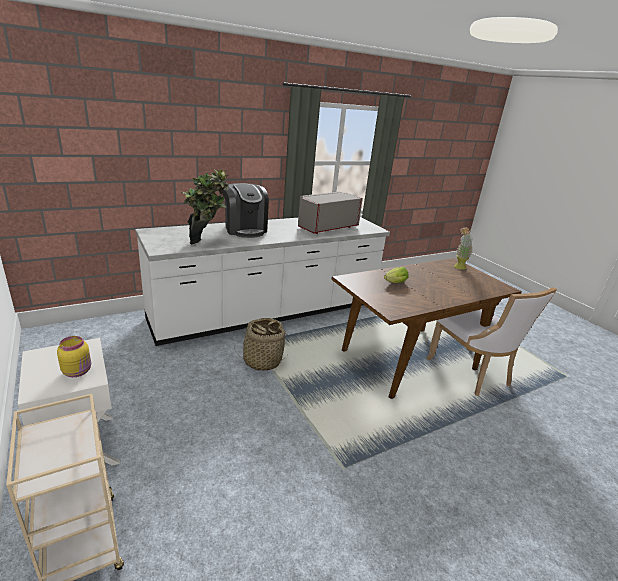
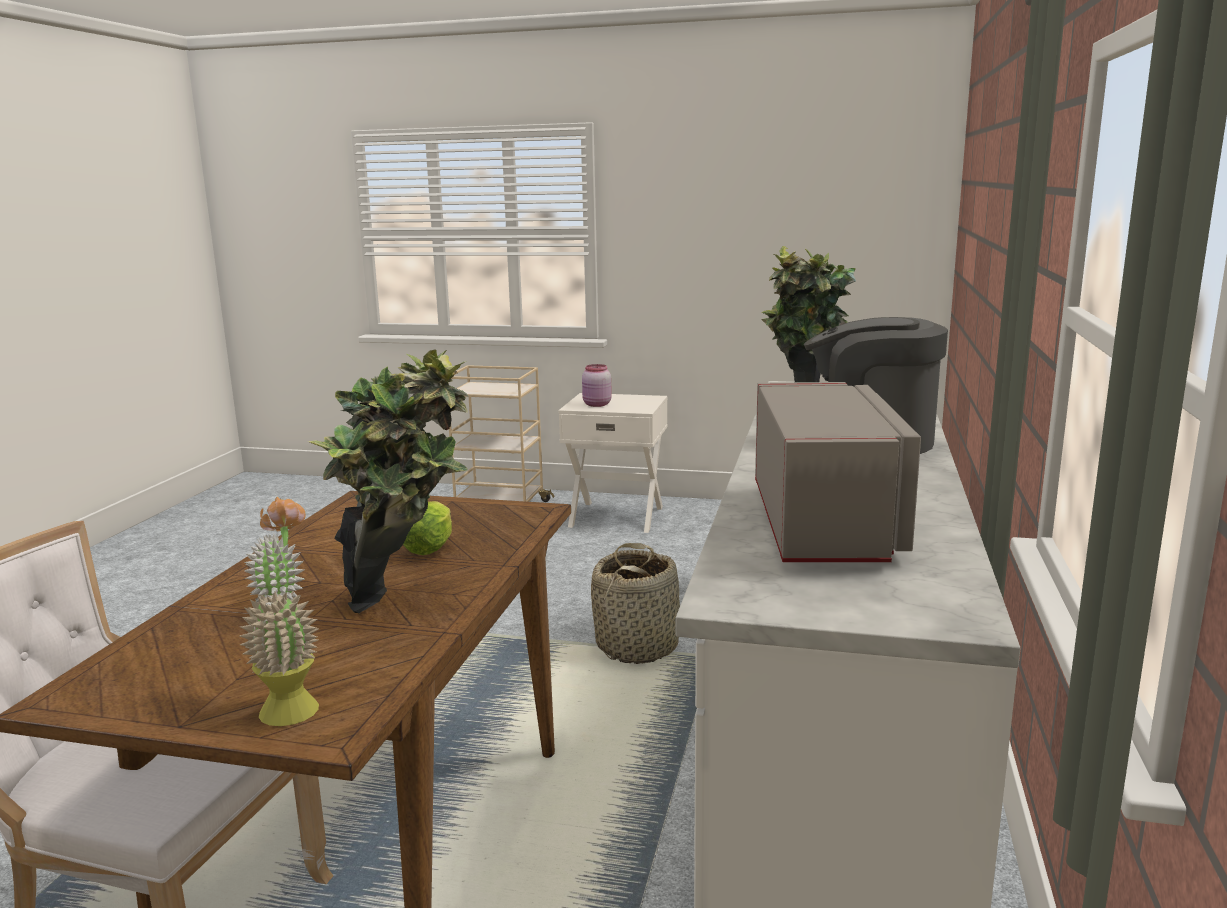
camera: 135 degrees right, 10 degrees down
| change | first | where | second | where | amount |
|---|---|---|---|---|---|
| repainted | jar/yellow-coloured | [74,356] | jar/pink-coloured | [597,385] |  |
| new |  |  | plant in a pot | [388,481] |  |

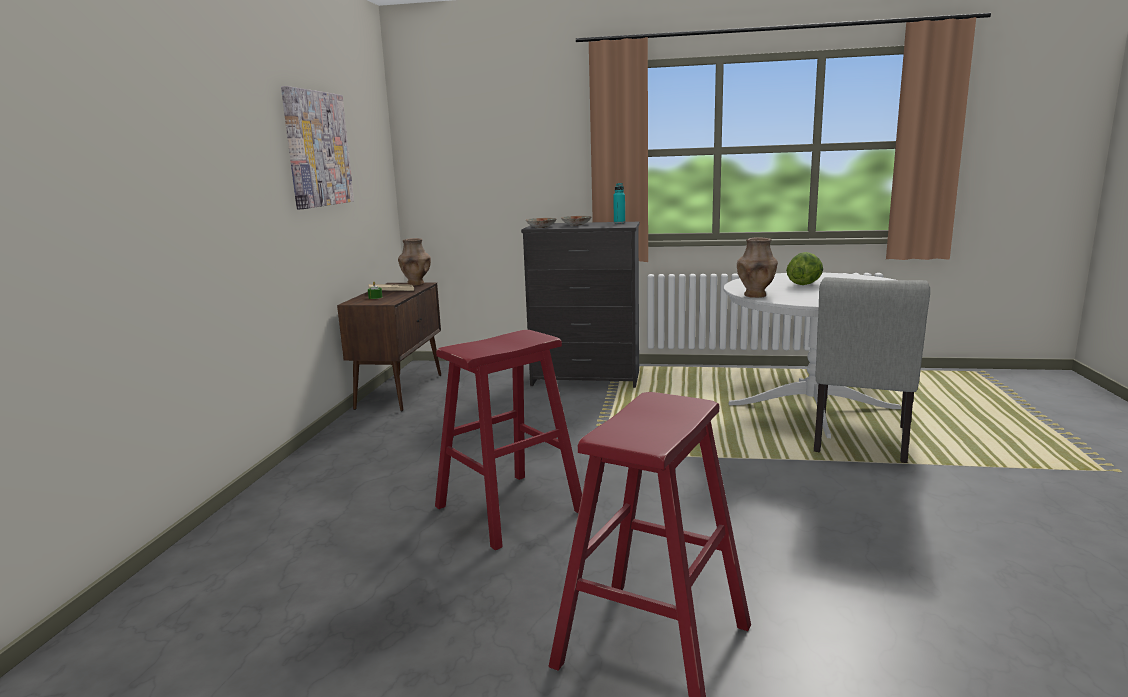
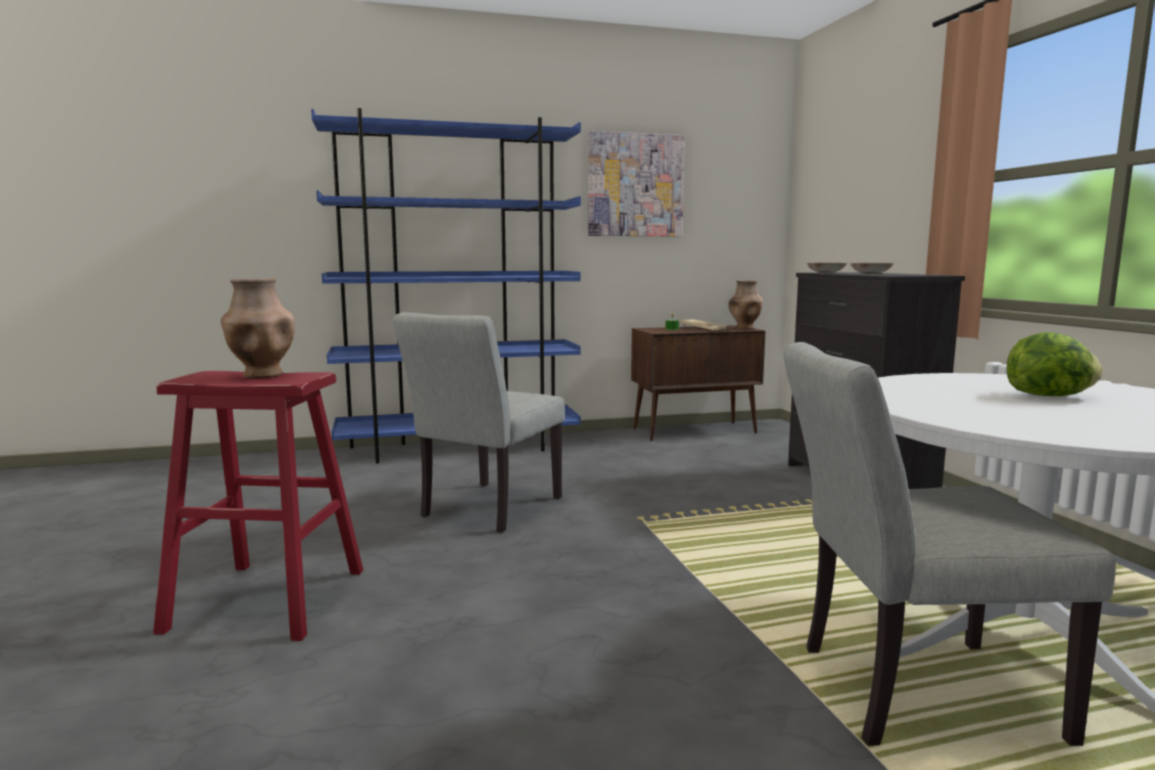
camera: 65 degrees right, 5 degrees down
| change | first | where | second | where | amount |
|---|---|---|---|---|---|
| gone | bottle/turquoise-coloured | [619,203] |  |  |  |
| shifted | vase/brown | [757,267] |  | [258,328] |  |
| swapped | stool seat/red | [508,440] | chair/grey | [479,422] |  |
| new |  |  | bookshelf/blue | [446,285] |  |

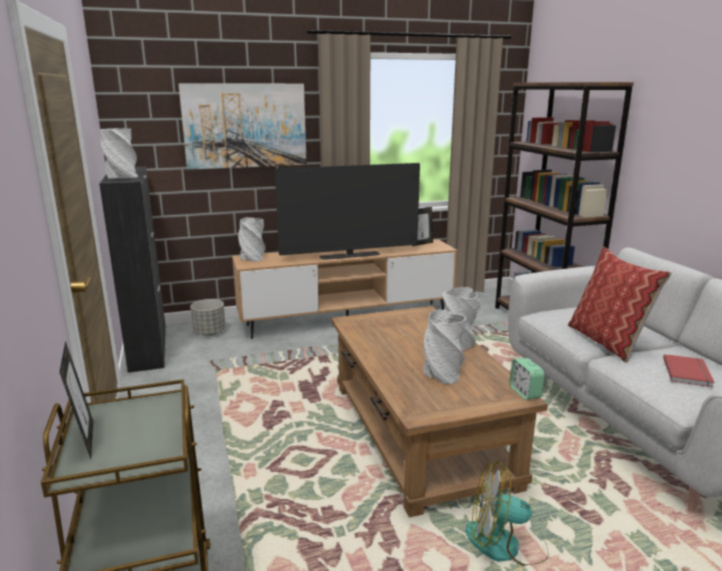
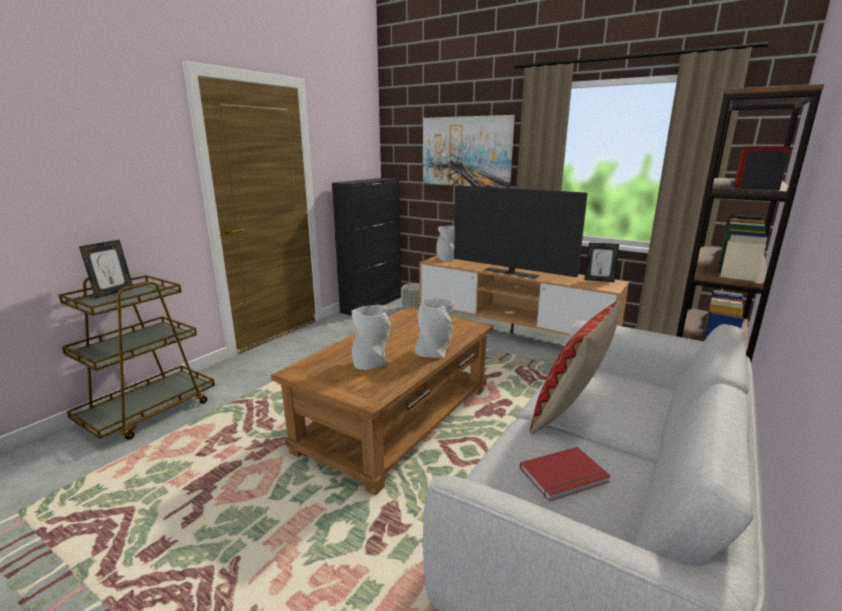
camera: 50 degrees right, 0 degrees up
| change | first | where | second | where | amount |
|---|---|---|---|---|---|
| gone | vase/grey | [119,153] |  |  |  |
| gone | alarm clock | [527,379] |  |  |  |
| gone | cooling fan | [507,513] |  |  |  |

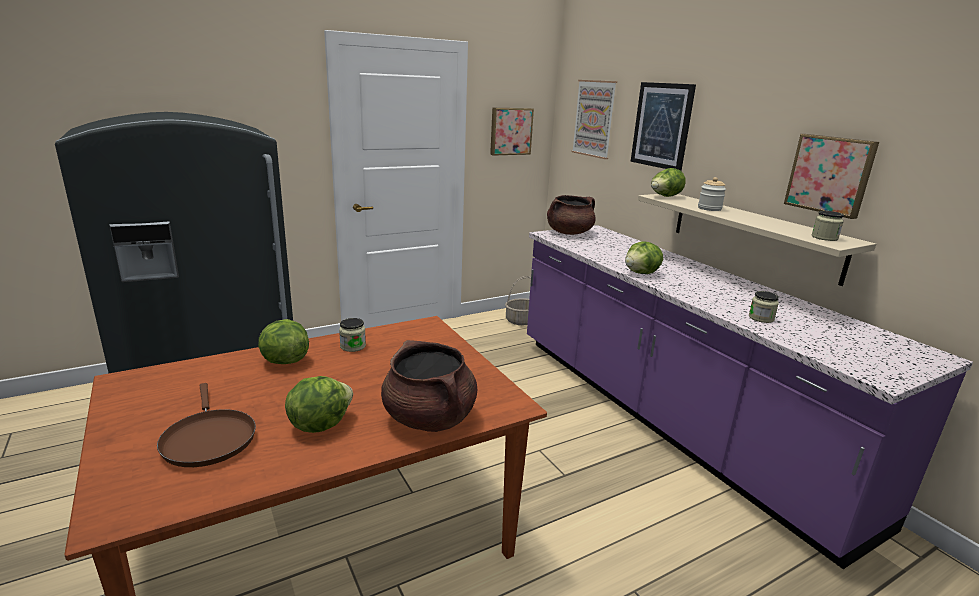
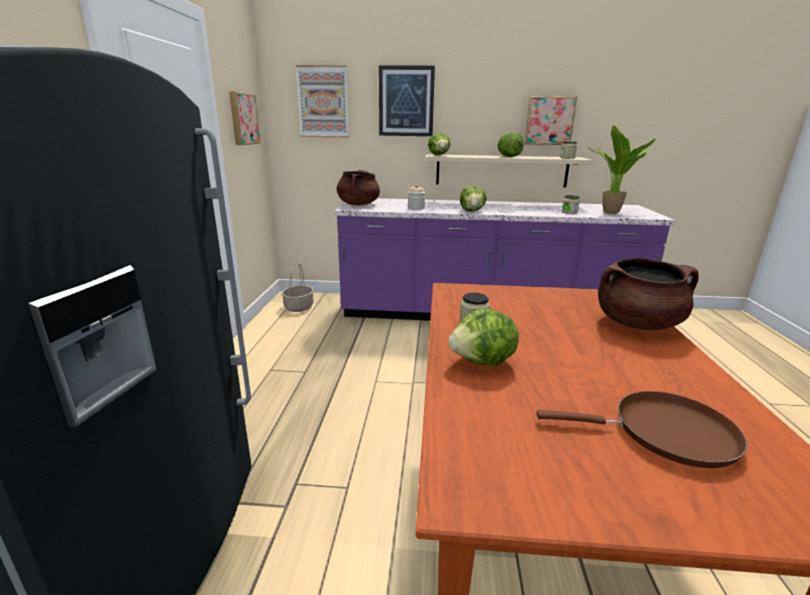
camera: 55 degrees left, 0 degrees up
| change | first | where | second | where | amount |
|---|---|---|---|---|---|
| shifted | jar | [712,194] |  | [416,197] |  |
| shifted | head of lettuce | [319,404] |  | [511,144] |  |
| new |  |  | plant in a pot | [620,169] |  |

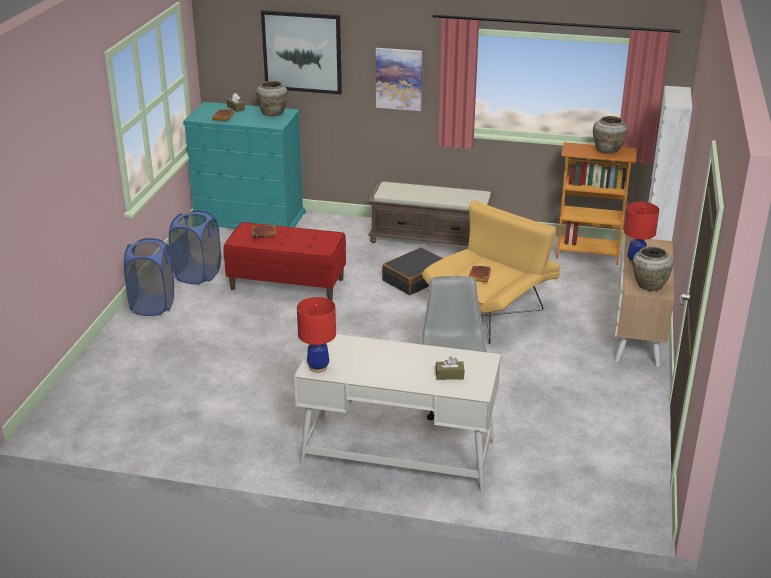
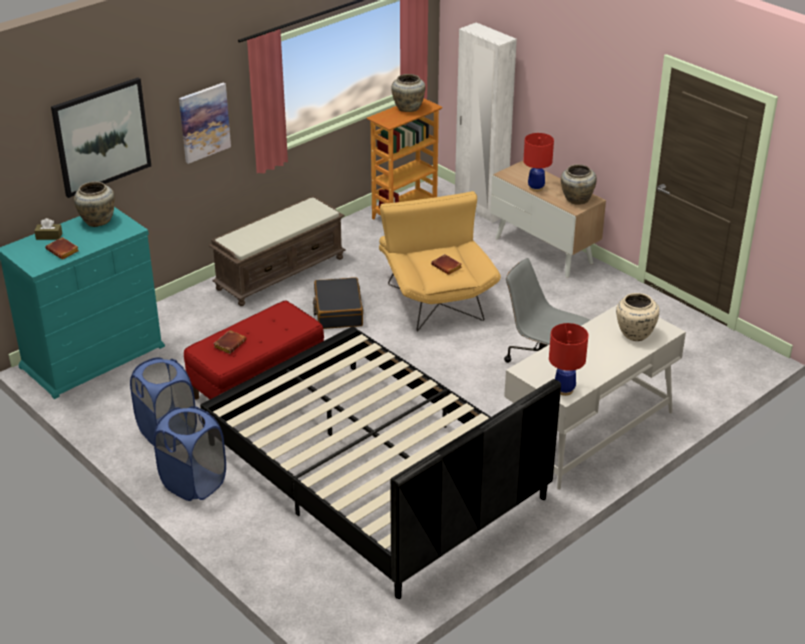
camera: 55 degrees left, 5 degrees up
| change | first | where | second | where | amount |
|---|---|---|---|---|---|
| swapped | tissue holder/brown | [449,368] | vase/beige-coloured | [637,317] |  |
| new |  |  | sleeping bed/black | [380,462] |  |

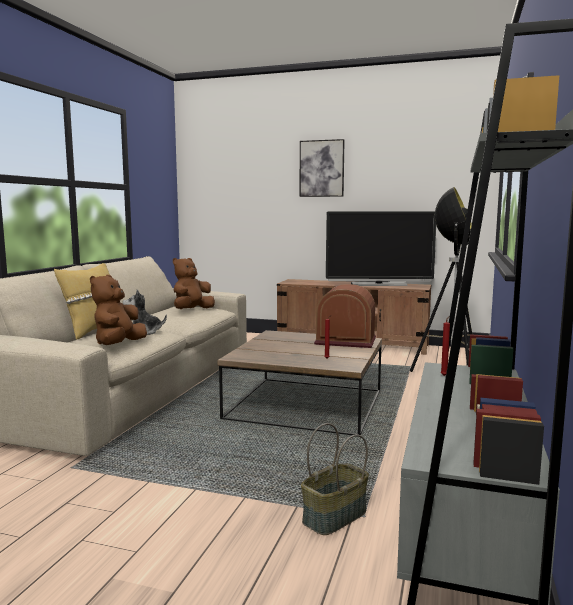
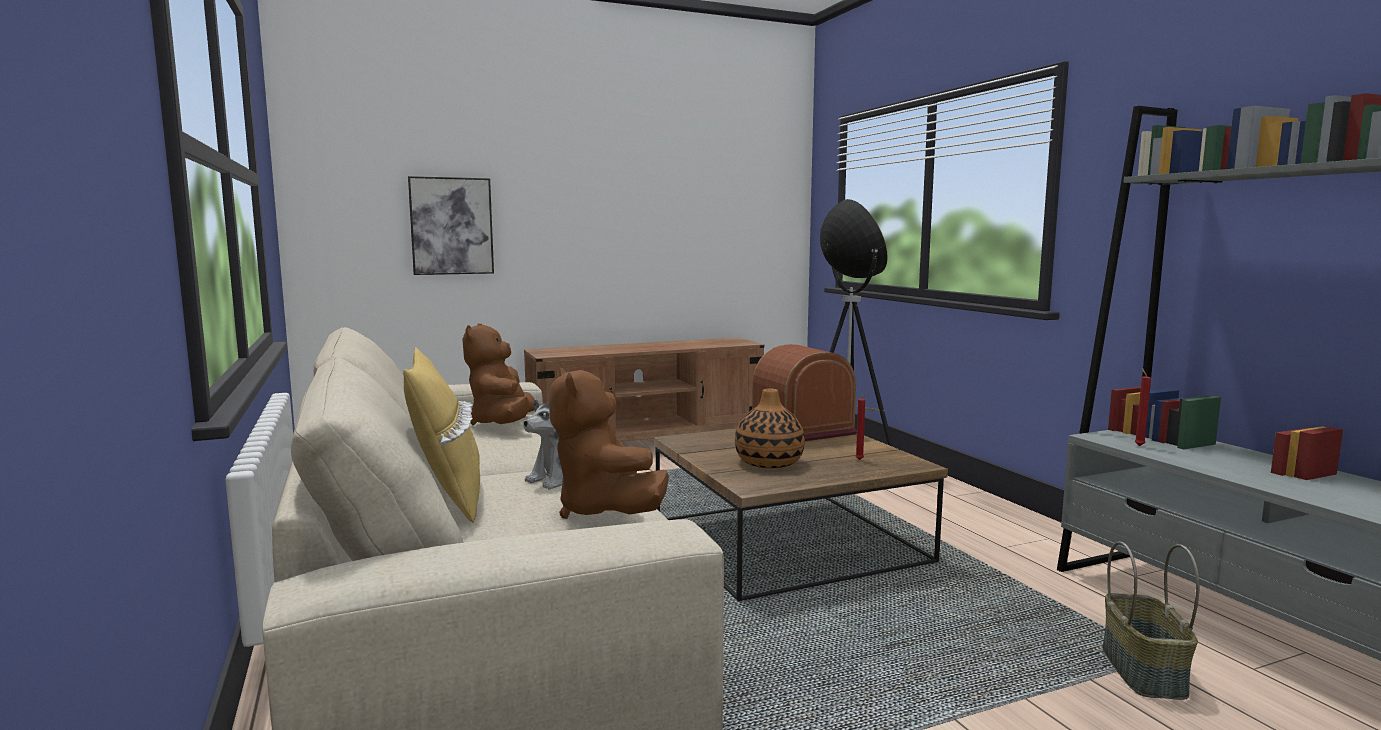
camera: 40 degrees left, 0 degrees up
| change | first | where | second | where | amount |
|---|---|---|---|---|---|
| shifted | picture | [322,168] |  | [451,225] |  |
| gone | television | [381,249] |  |  |  |
| new |  |  | vase | [770,428] |  |

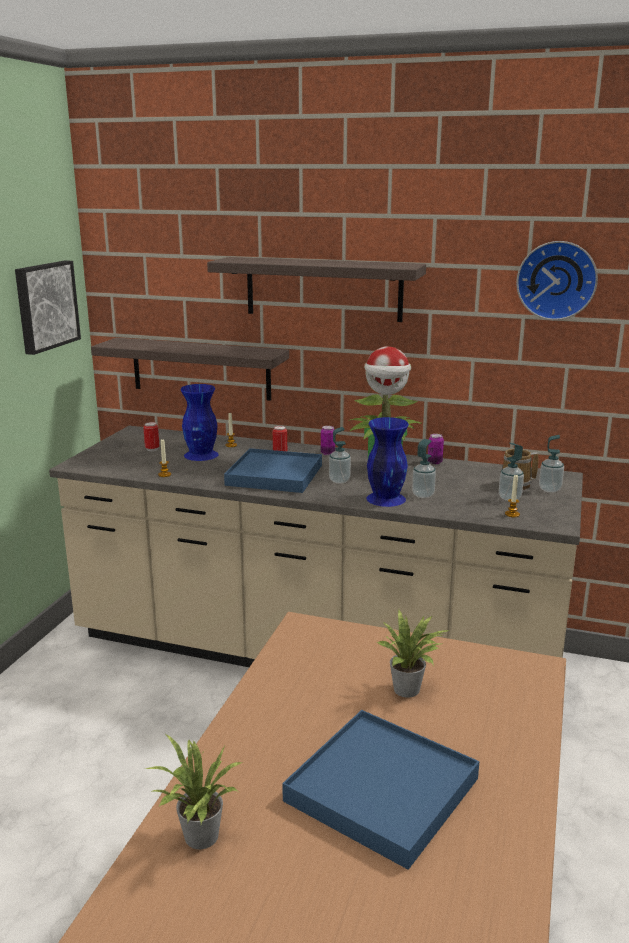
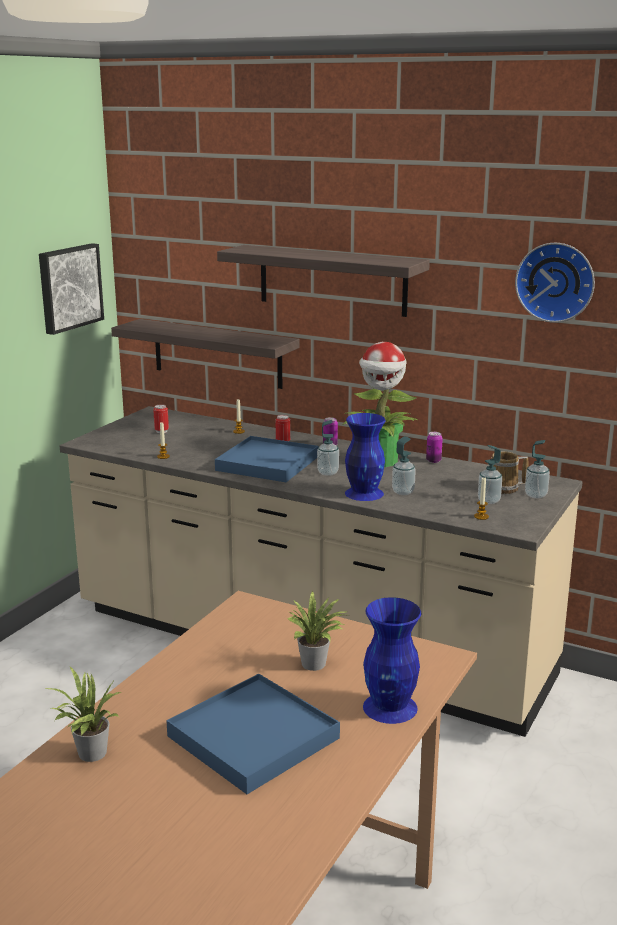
camera: 10 degrees right, 0 degrees up
| change | first | where | second | where | amount |
|---|---|---|---|---|---|
| shifted | vase/blue | [199,422] |  | [392,660] |  |

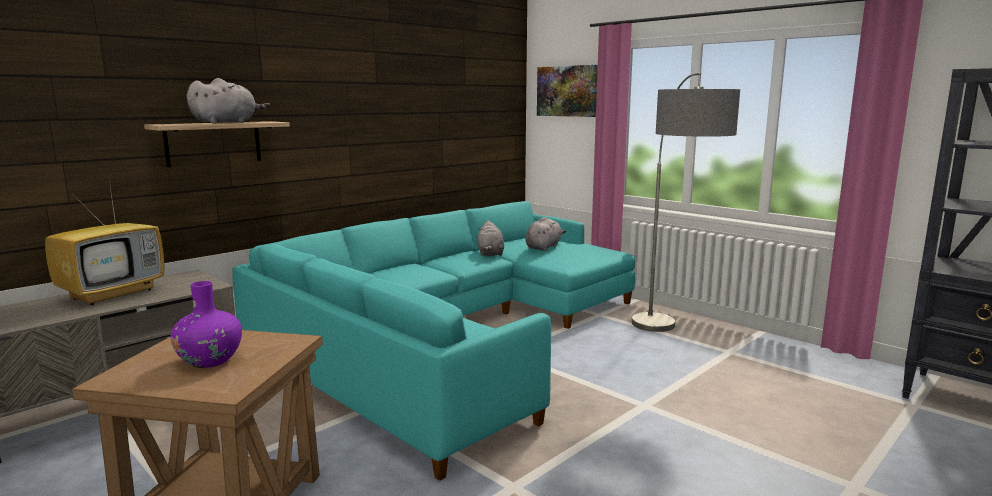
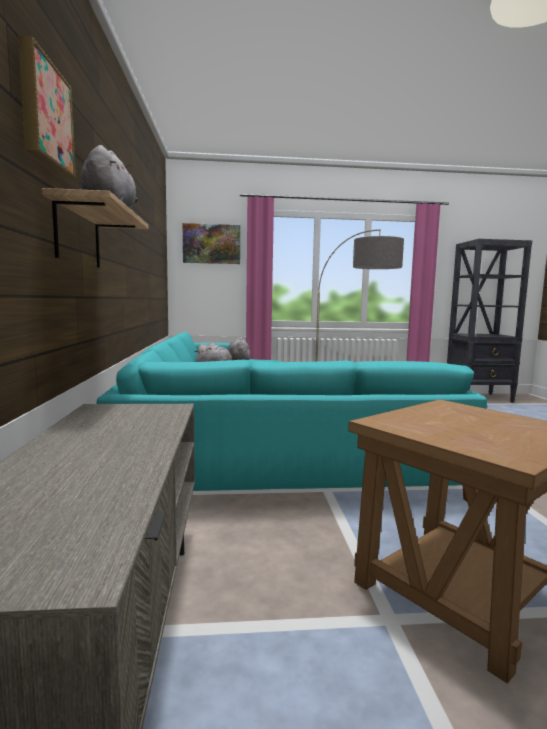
camera: 50 degrees left, 5 degrees down
| change | first | where | second | where | amount |
|---|---|---|---|---|---|
| gone | television | [104,243] |  |  |  |
| gone | vase/purplish | [206,324] |  |  |  |
| new |  |  | picture | [47,107] |  |

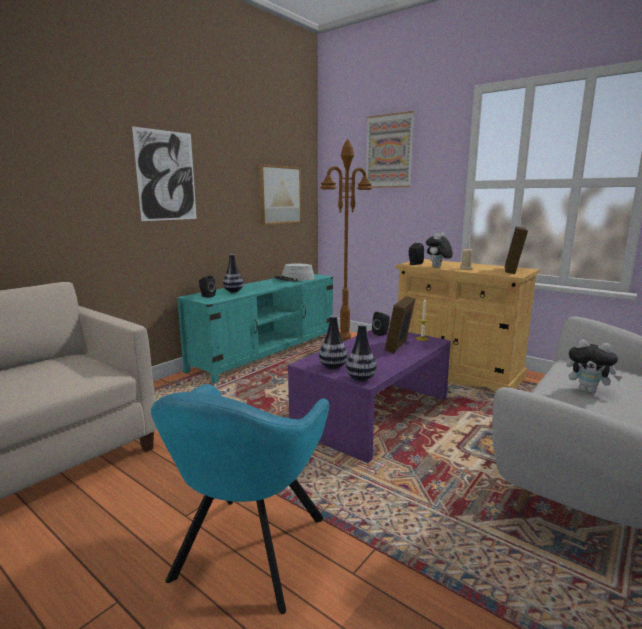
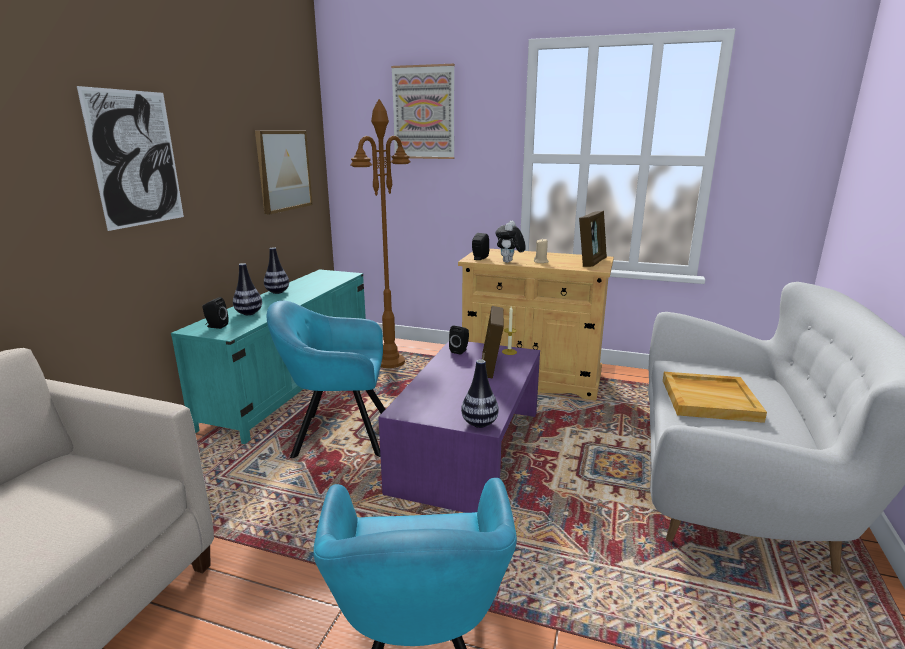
camera: 20 degrees left, 5 degrees up
| change | first | where | second | where | amount |
|---|---|---|---|---|---|
| rotated | photo frame | [516,250] |  | [593,239] | 150 degrees counterclockwise |
| gone | hat/grey | [294,272] |  |  |  |
| shifted | vase | [333,342] |  | [276,270] |  |
| swapped | soft toy | [594,366] | tray/beige-coloured | [715,397] |  |
| new |  |  | easy chair/turquoise-coloured | [326,379] |  |

